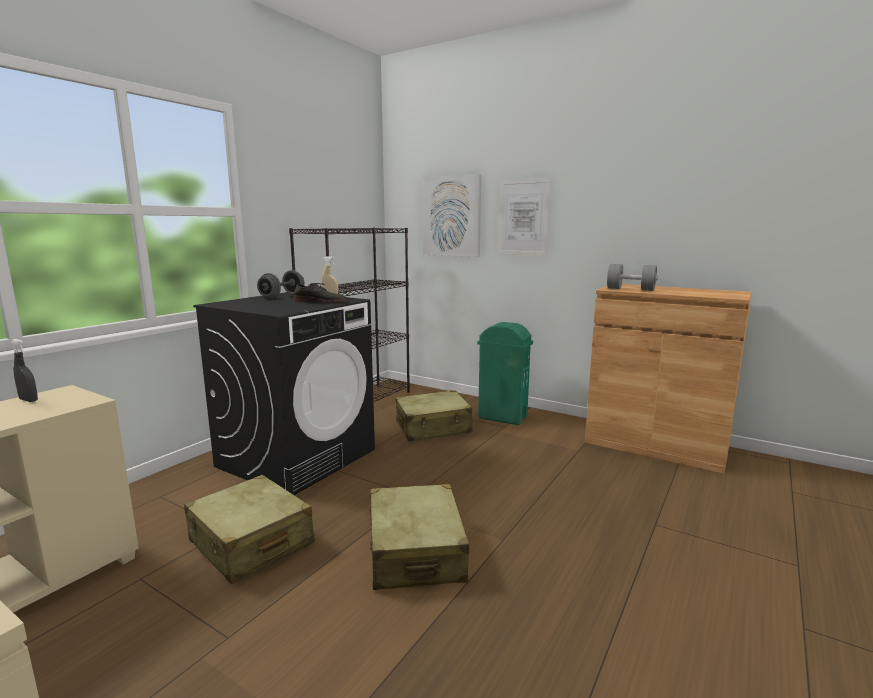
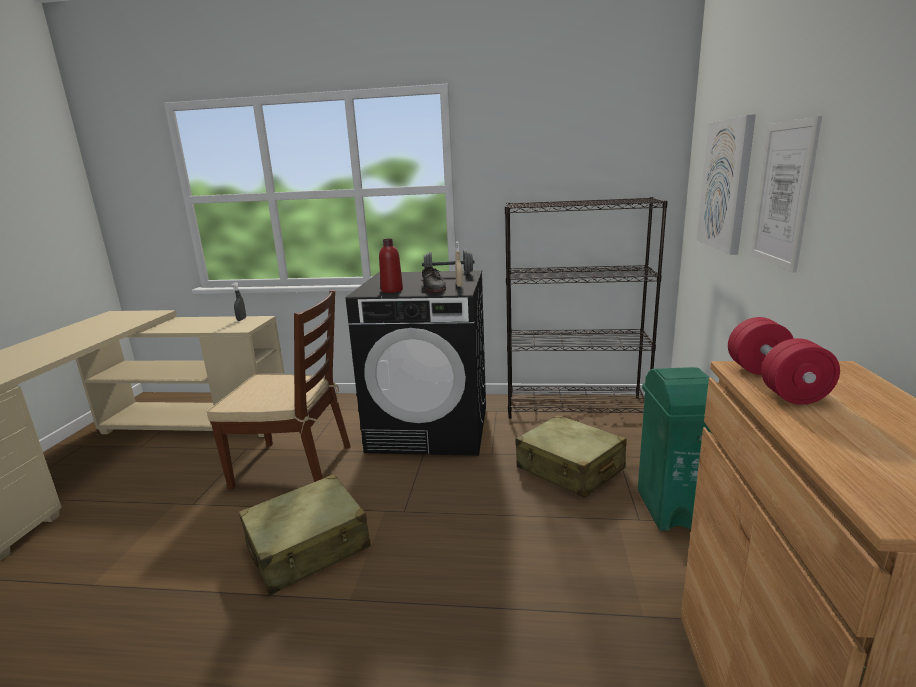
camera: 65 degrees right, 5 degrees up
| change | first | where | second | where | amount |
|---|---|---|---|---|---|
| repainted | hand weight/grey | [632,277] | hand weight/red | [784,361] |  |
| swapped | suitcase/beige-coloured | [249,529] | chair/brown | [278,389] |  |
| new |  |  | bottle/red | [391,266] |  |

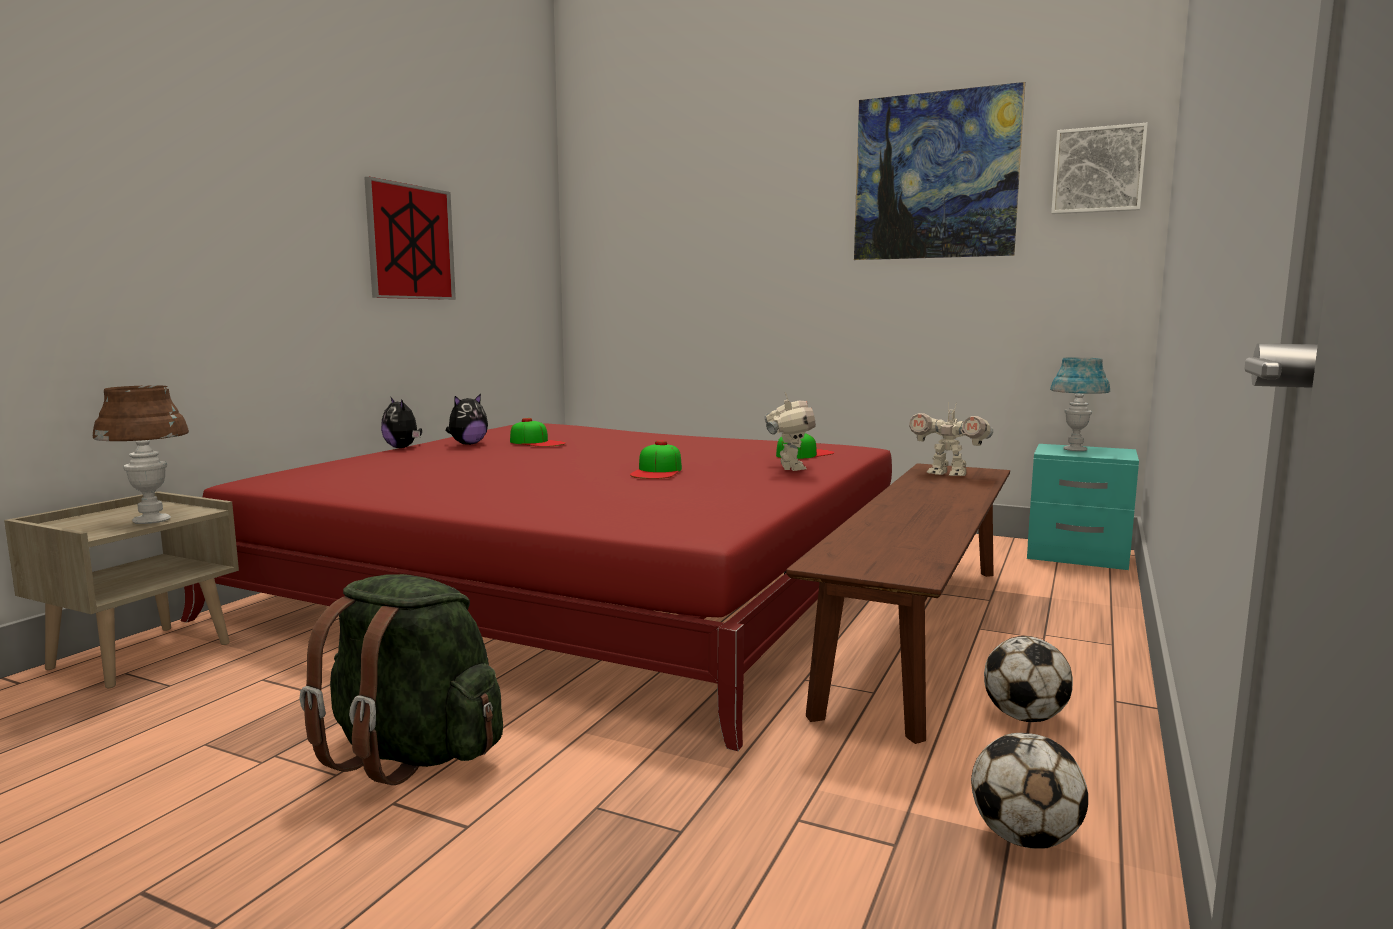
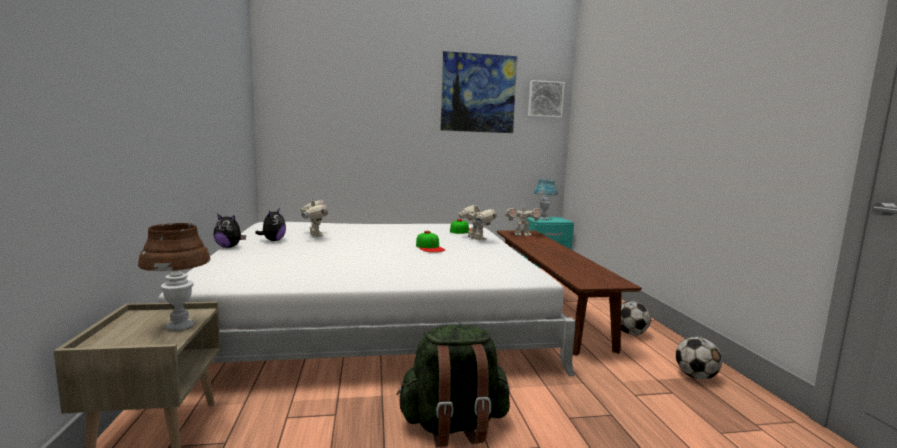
camera: 35 degrees left, 0 degrees up
| change | first | where | second | where | amount |
|---|---|---|---|---|---|
| gone | picture | [410,238] |  |  |  |
| swapped | baseball cap | [538,432] | model robot | [314,217] |  |
| repainted | sleeping bed/red | [536,587] | sleeping bed/white-coloured | [366,299] |  |

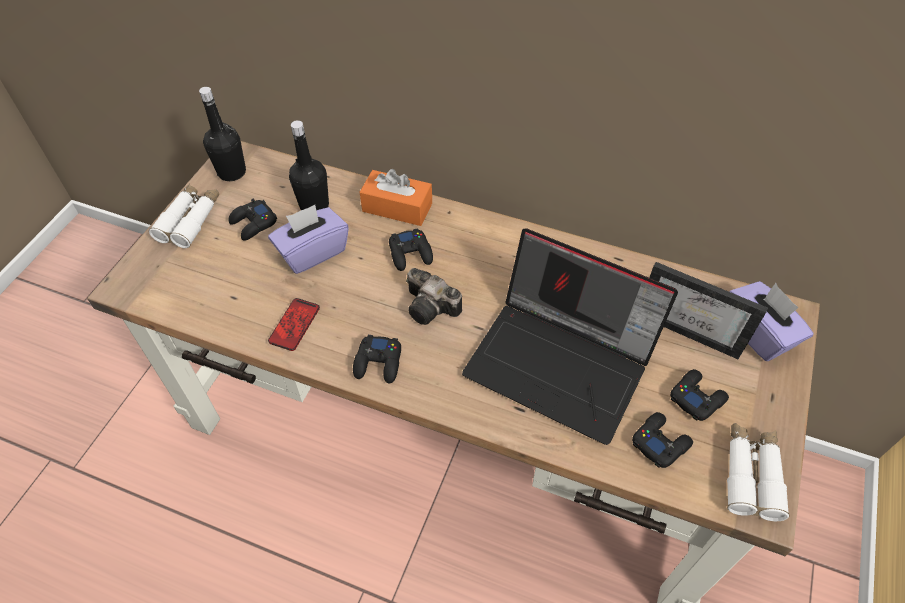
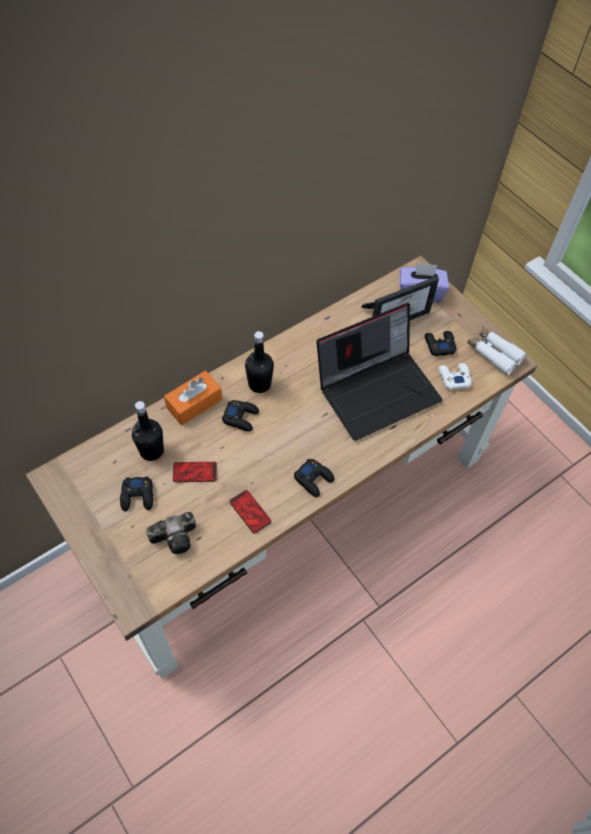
camera: 60 degrees left, 5 degrees up
| change | first | where | second | where | amount |
|---|---|---|---|---|---|
| shifted | bottle/black | [222,134] |  | [259,362] |  |
| gone | binoculars/white-coloured | [184,216] |  |  |  |
| swapped | tissue holder/purplish | [308,239] | phone | [195,472] |  |
| shifted | photo camera | [434,296] |  | [171,533] |  |
| repainted | gamepad/black | [662,440] | gamepad/white-coloured | [454,376] |  |

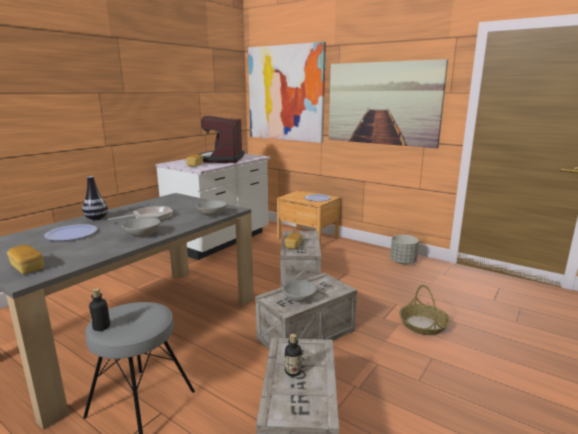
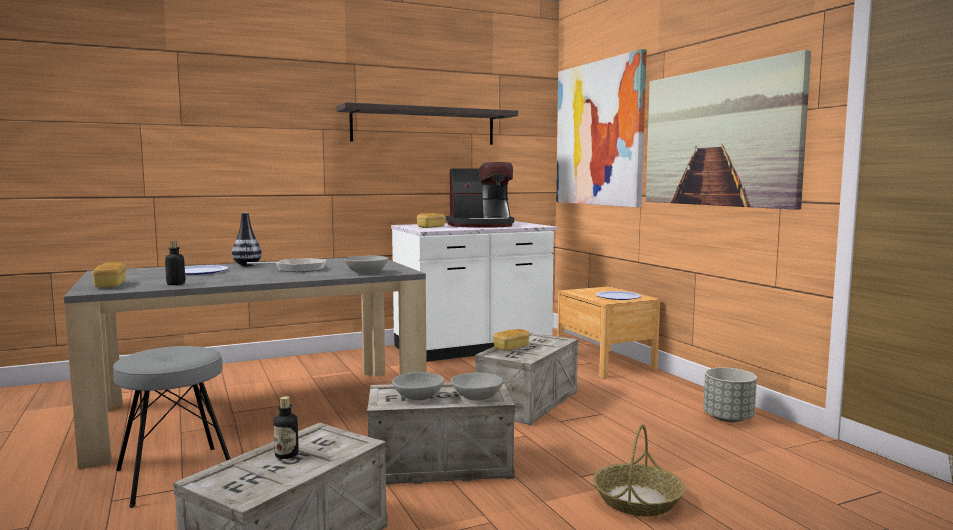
camera: 30 degrees right, 10 degrees down
| change | first | where | second | where | amount |
|---|---|---|---|---|---|
| rotated | coffee maker | [222,139] |  | [480,195] | 135 degrees counterclockwise |
| shifted | bowl/grey | [141,227] |  | [477,387] |  |
| shifted | bottle | [99,309] |  | [175,263] |  |
| new |  |  | bracket shelf | [427,123] |  |

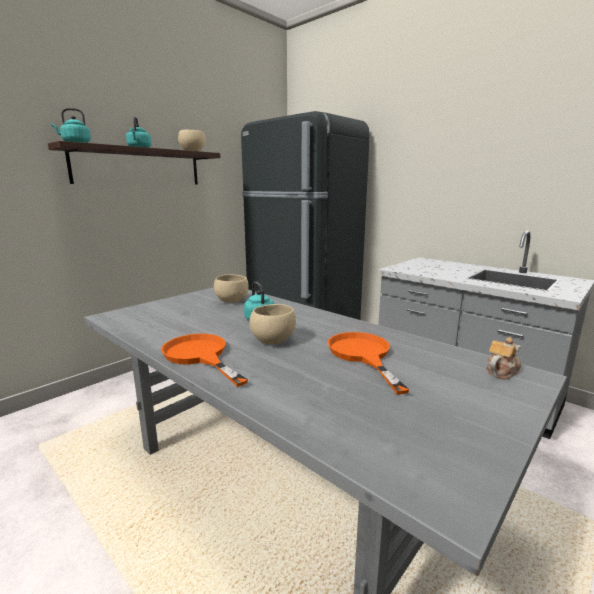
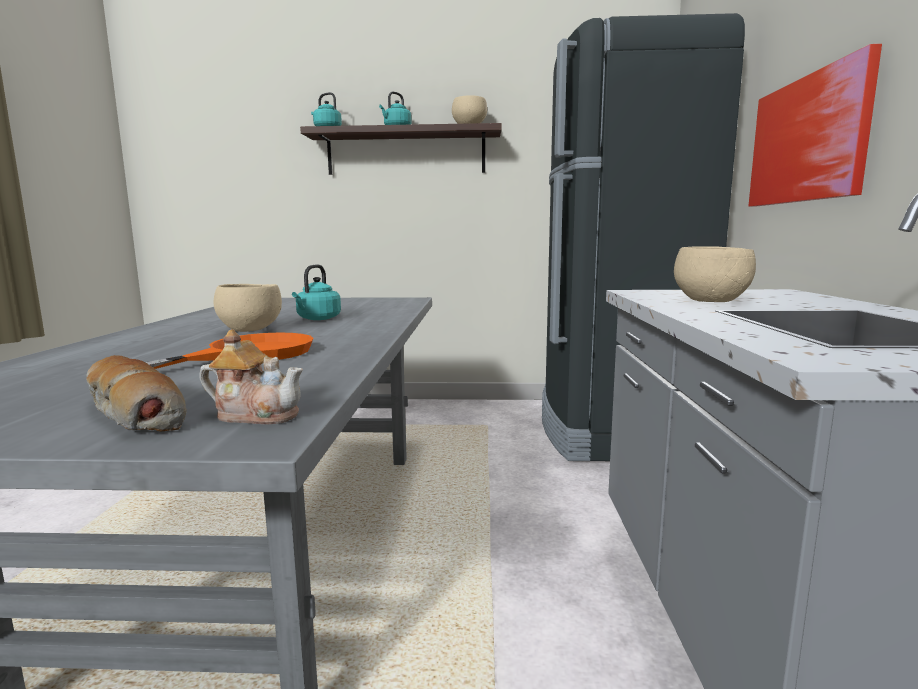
camera: 50 degrees right, 5 degrees down
| change | first | where | second | where | amount |
|---|---|---|---|---|---|
| shifted | bowl/beige-coloured | [231,288] |  | [715,274] |  |
| gone | frying pan/orange-coloured | [204,360] |  |  |  |
| new |  |  | picture | [815,125] |  |
| new |  |  | bread | [136,393] |  |

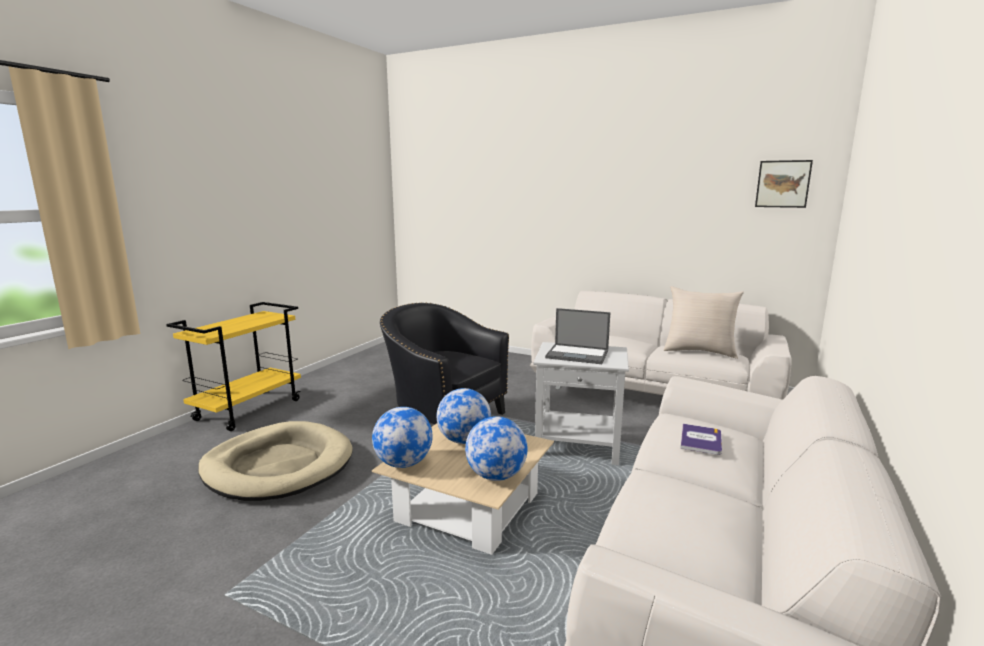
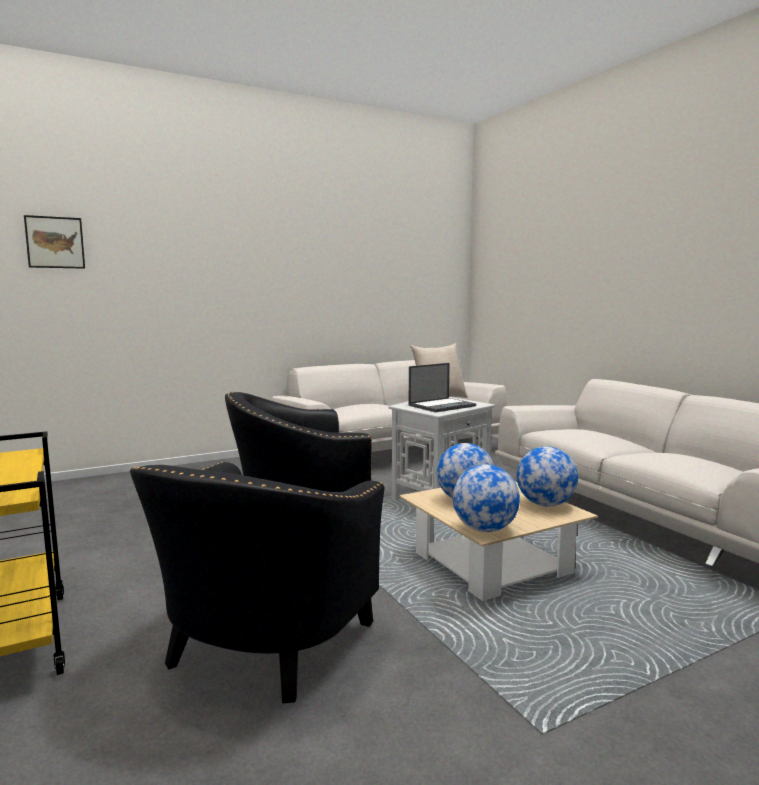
camera: 55 degrees left, 5 degrees down
| change | first | where | second | where | amount |
|---|---|---|---|---|---|
| shifted | picture | [784,184] |  | [54,242] |  |
| swapped | pet bed/beige-coloured | [275,461] | easy chair/black | [257,582] |  |
| gone | book | [701,439] |  |  |  |

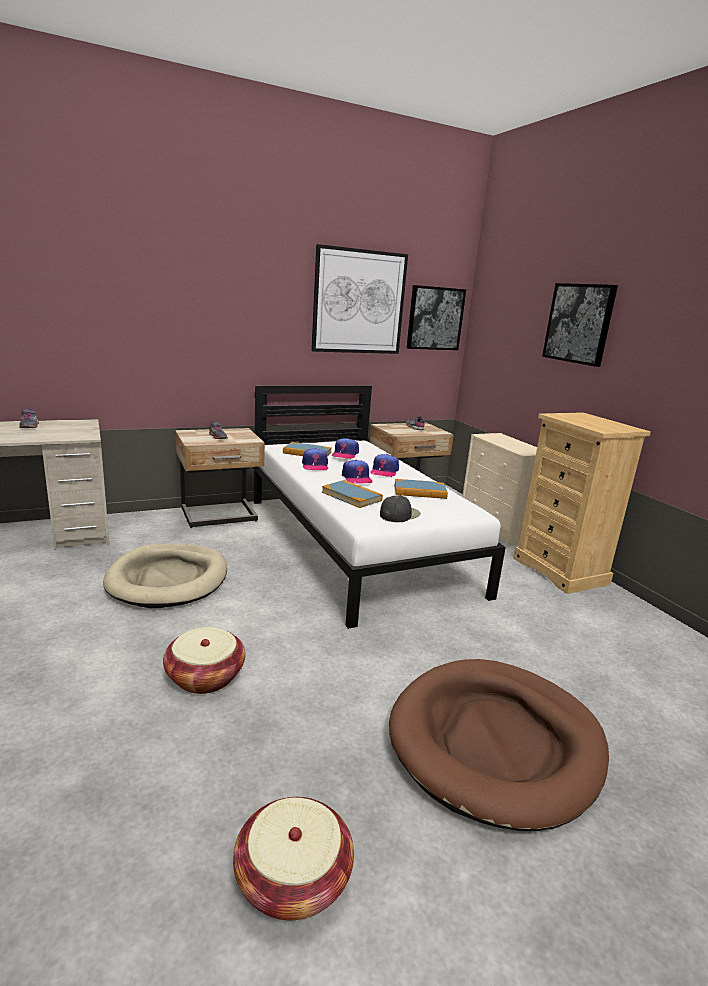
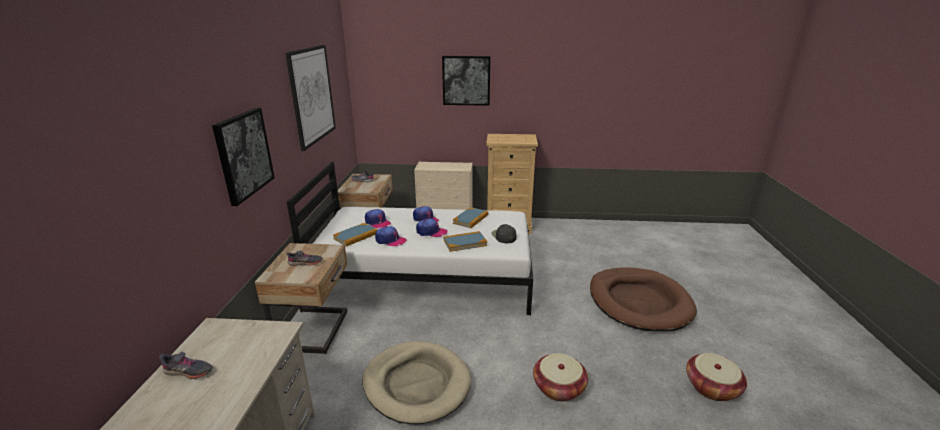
camera: 60 degrees left, 5 degrees up
| change | first | where | second | where | amount |
|---|---|---|---|---|---|
| shifted | picture | [436,317] |  | [243,157] |  |

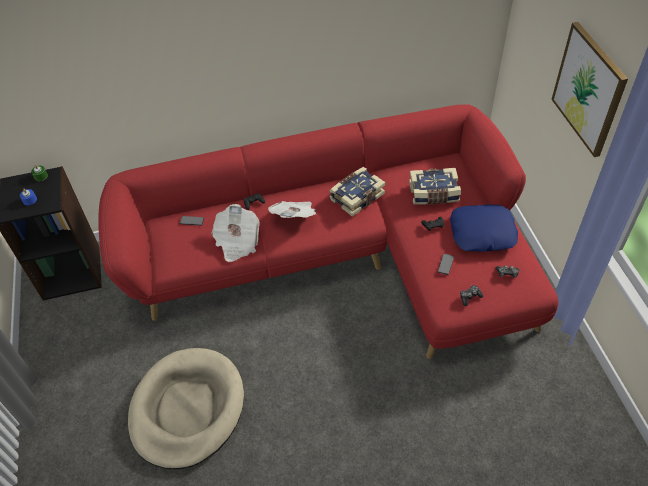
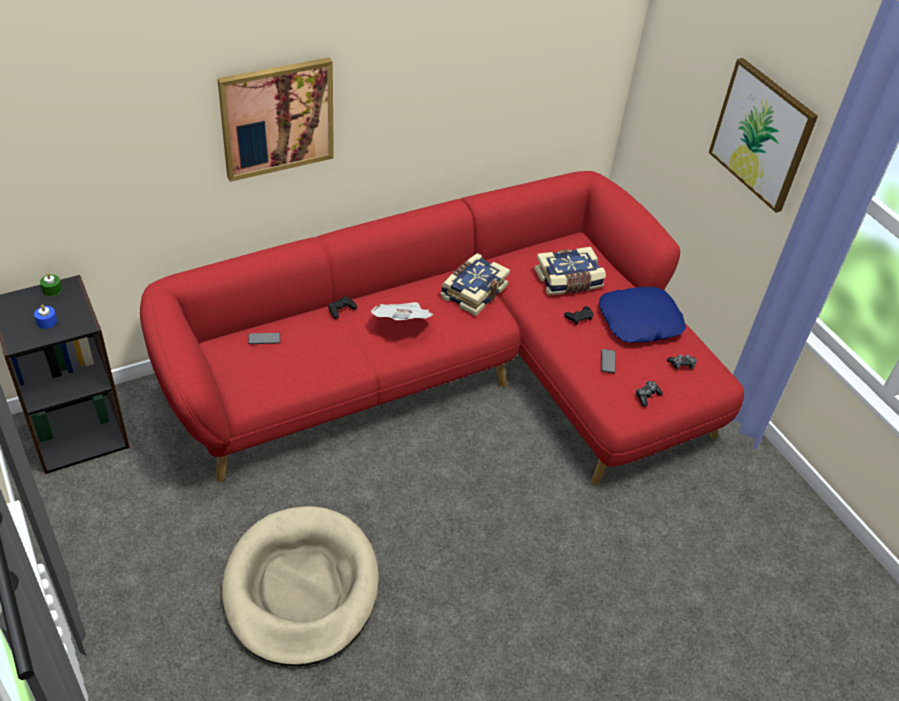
camera: 20 degrees left, 5 degrees down
| change | first | where | second | where | amount |
|---|---|---|---|---|---|
| gone | printed paper | [235,233] |  |  |  |
| new |  |  | picture | [275,120] |  |

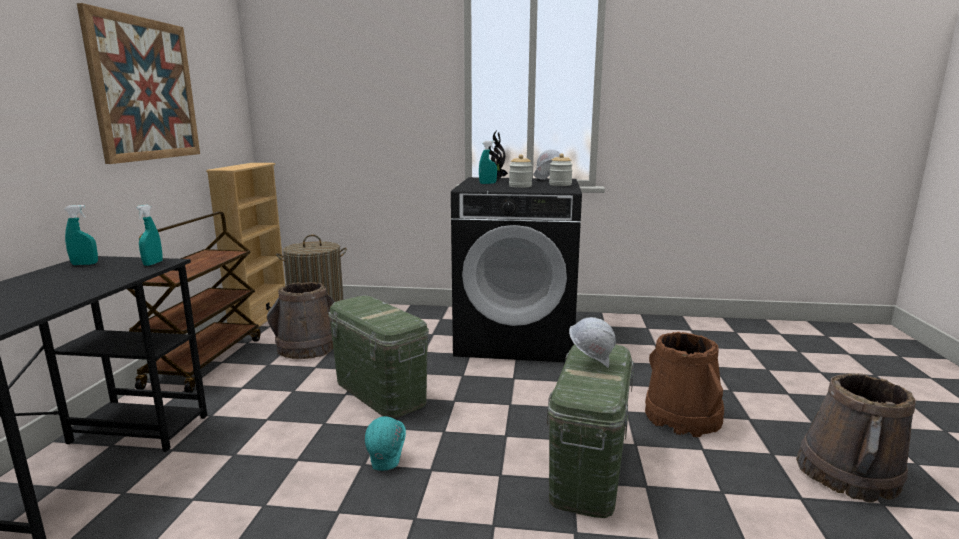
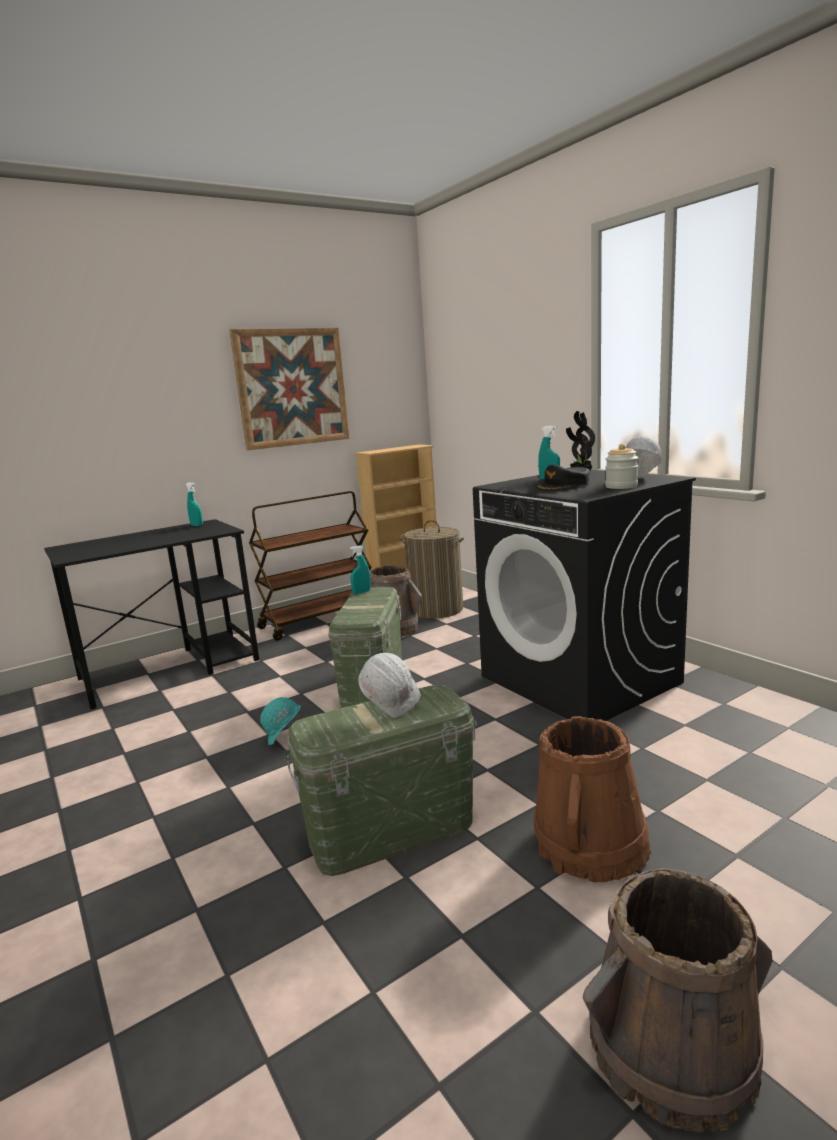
camera: 50 degrees right, 0 degrees up
| change | first | where | second | where | amount |
|---|---|---|---|---|---|
| swapped | jar | [521,171] | baseball cap/black | [563,478] |  |
| shifted | spray bottle/turquoise-coloured | [149,235] |  | [360,569] |  |

